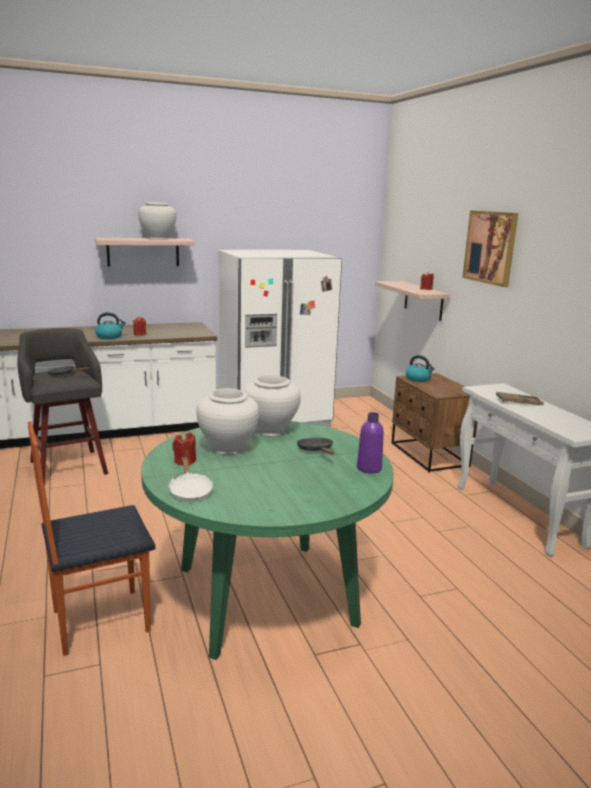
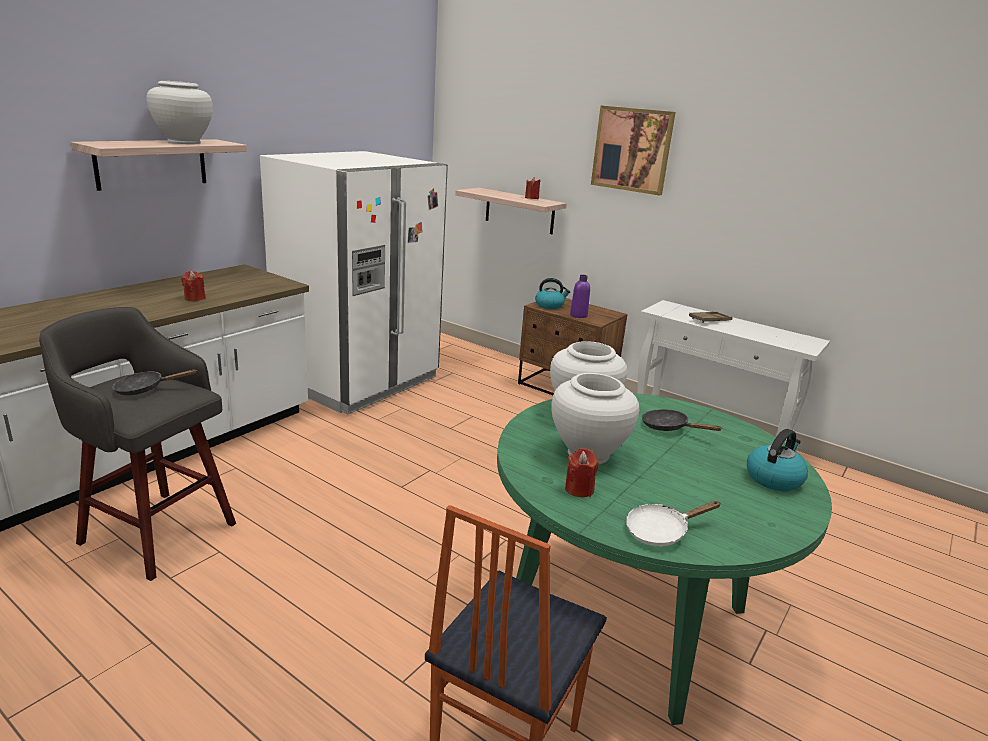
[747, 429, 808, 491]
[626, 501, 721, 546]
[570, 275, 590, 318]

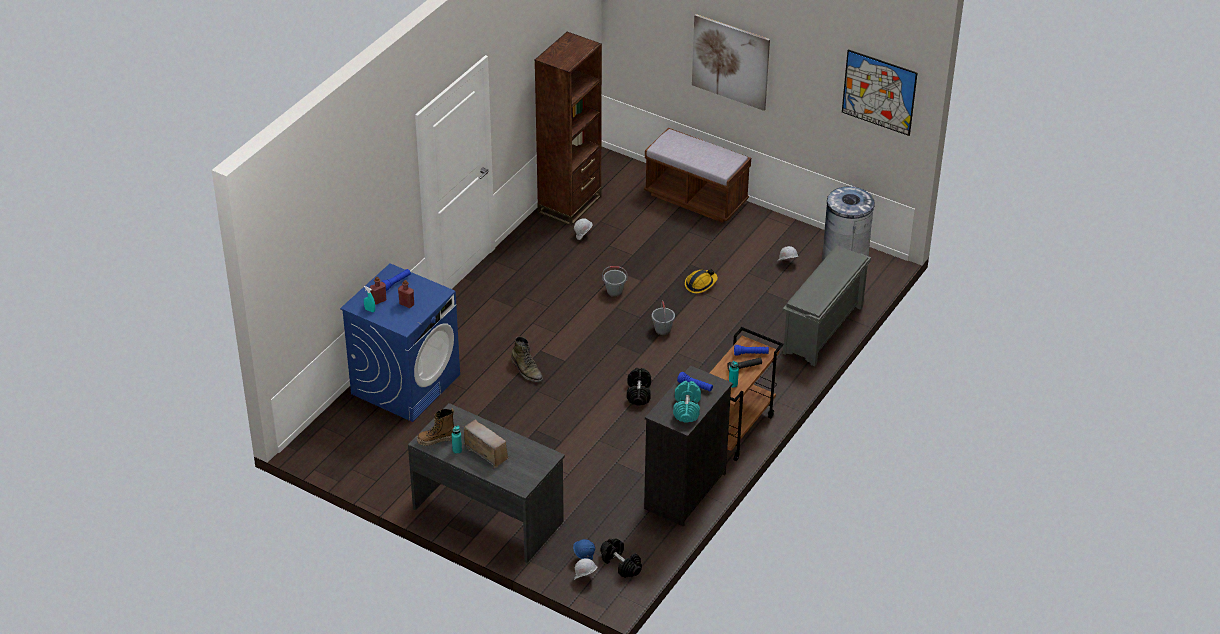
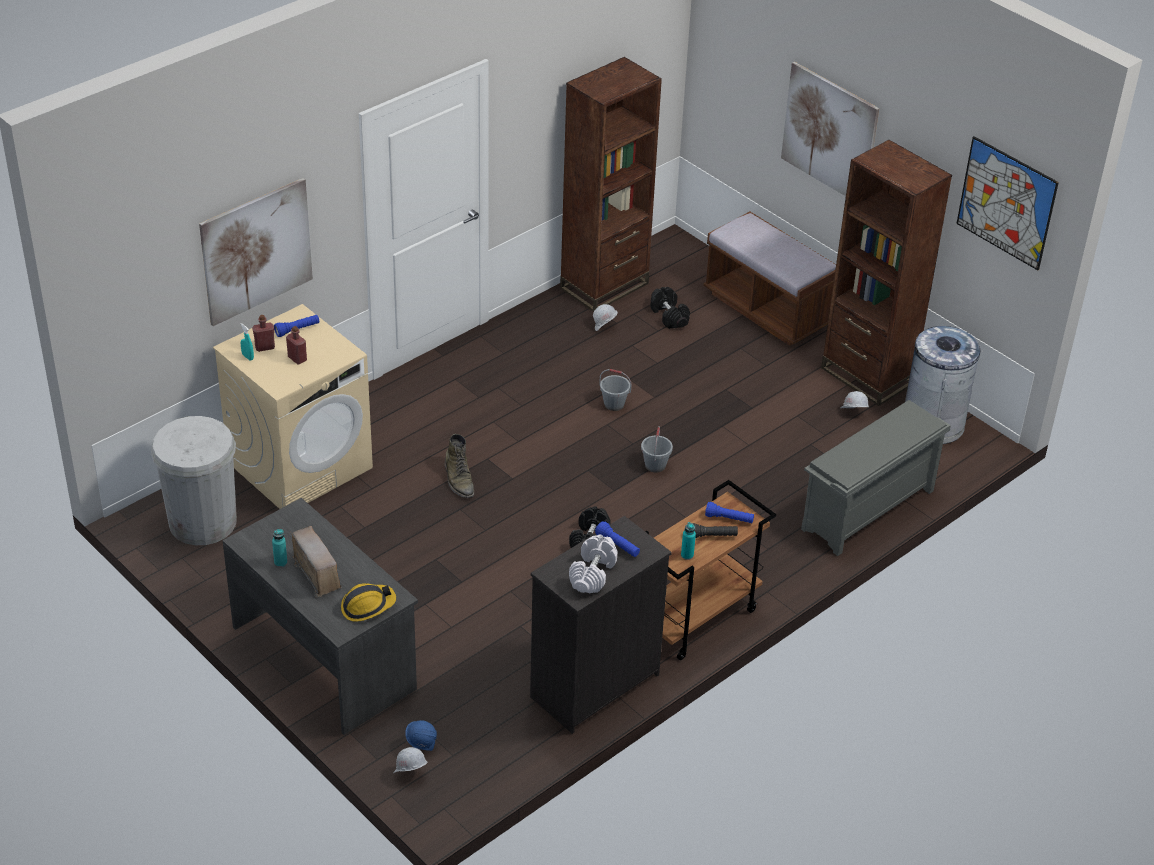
[213, 304, 373, 509]
[417, 409, 454, 446] (first image)
[650, 287, 690, 329]
[569, 534, 617, 593]
[341, 584, 396, 622]
[151, 416, 237, 545]
[199, 178, 313, 326]
[821, 140, 952, 406]

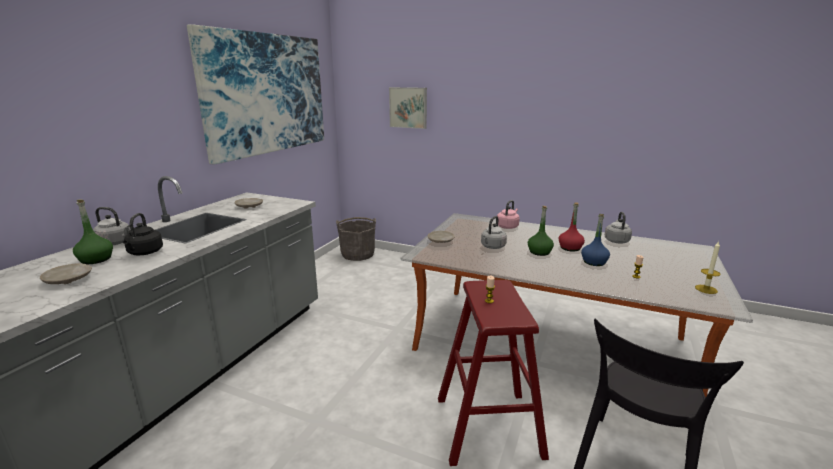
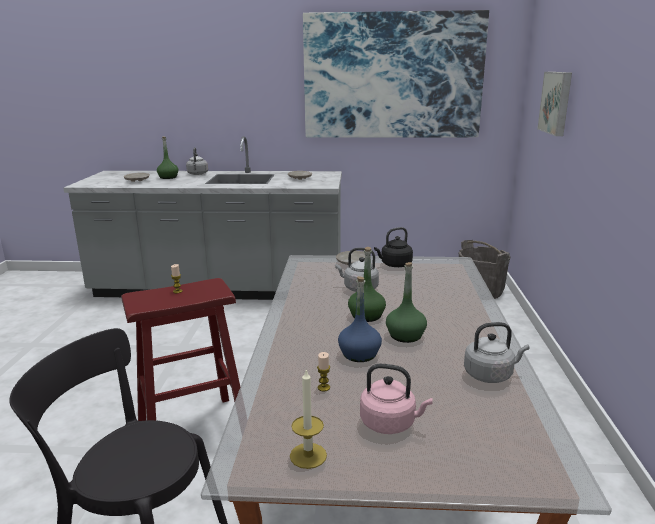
[374, 227, 413, 267]
[360, 364, 433, 434]
[386, 262, 427, 343]

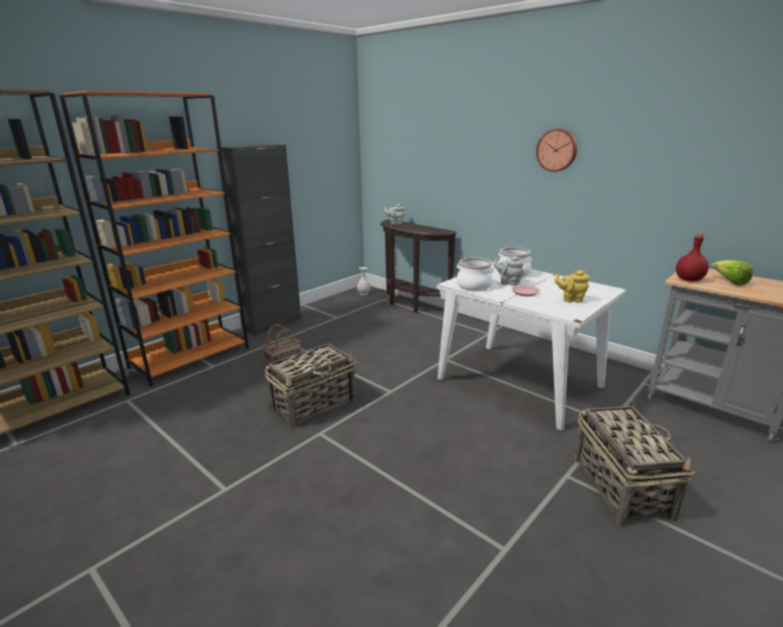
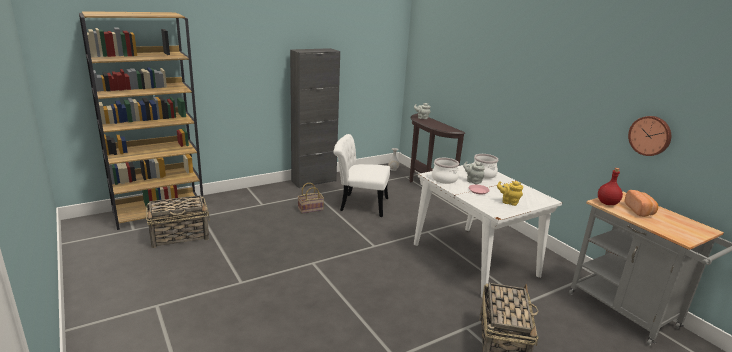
[59, 91, 249, 387] (first image)
[146, 195, 210, 248]
[628, 116, 671, 156]
[625, 190, 658, 217]
[333, 134, 390, 217]

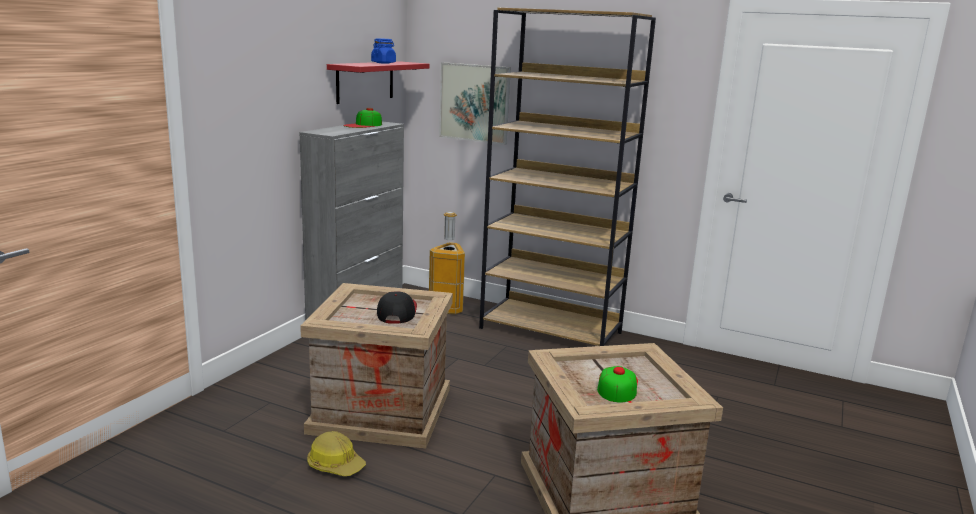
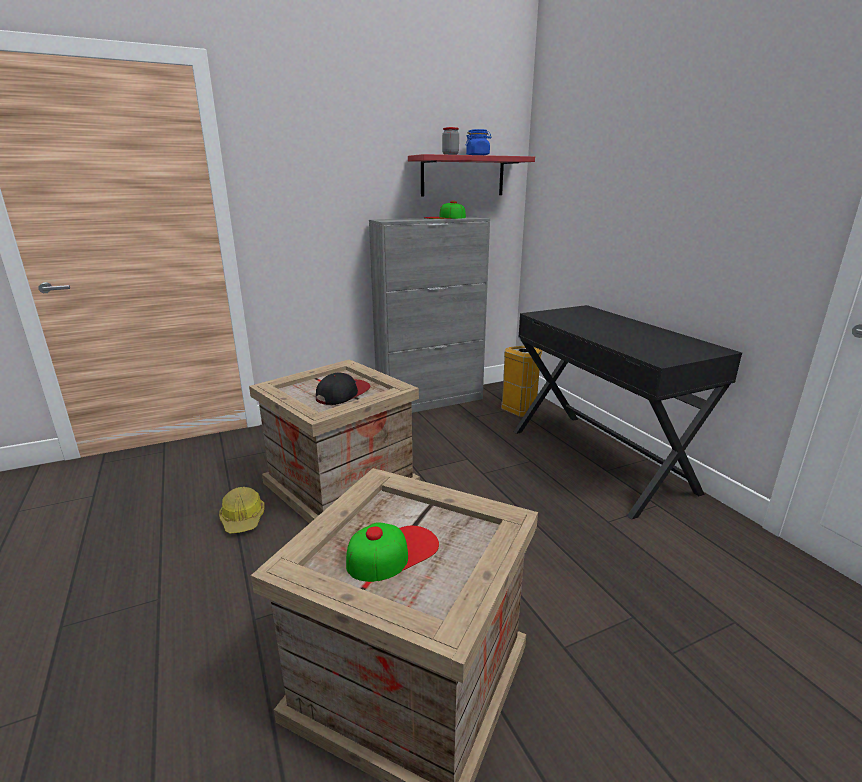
[439, 62, 511, 145] (first image)
[514, 305, 742, 520]
[442, 127, 459, 155]

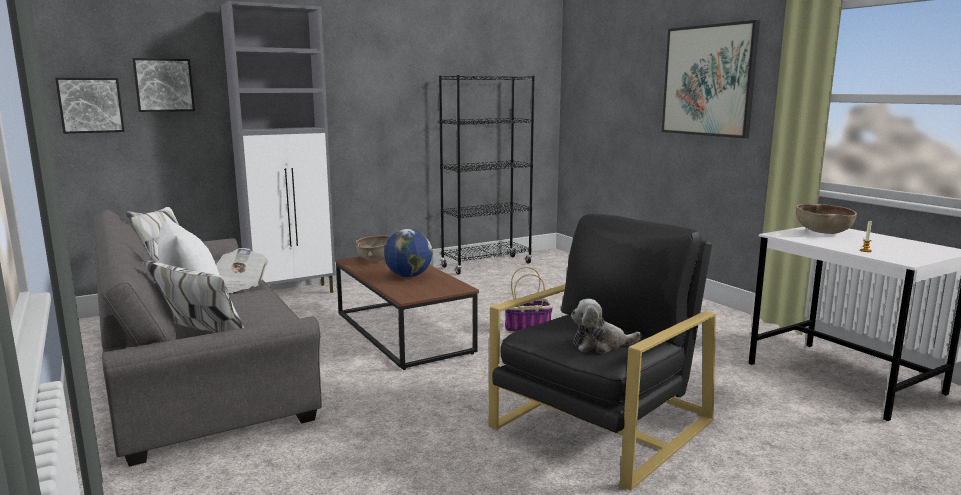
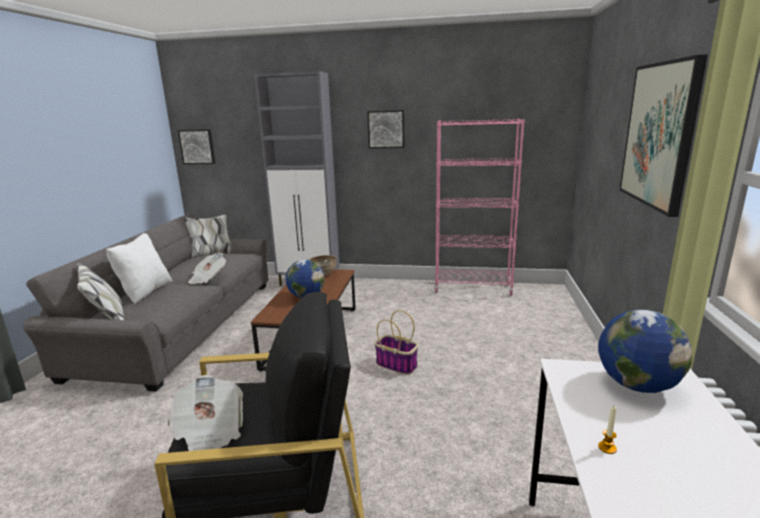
[367, 110, 404, 148]
[434, 118, 525, 296]
[167, 375, 243, 451]
[598, 309, 693, 393]

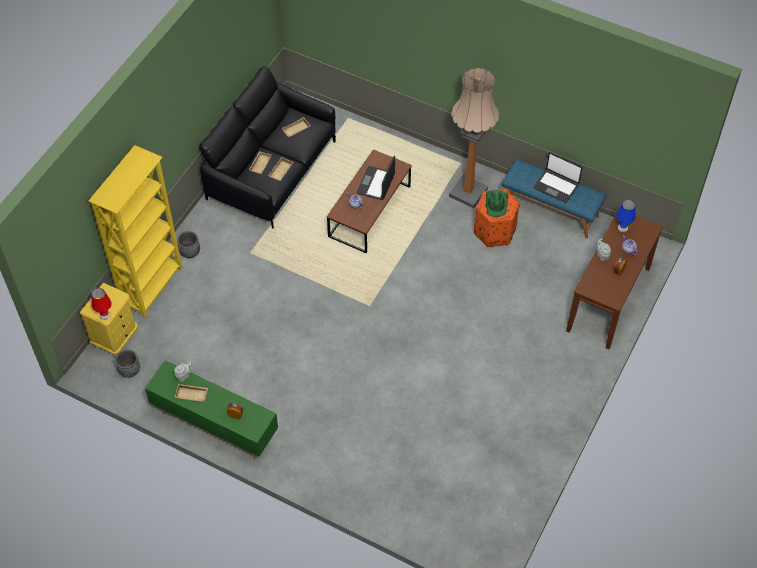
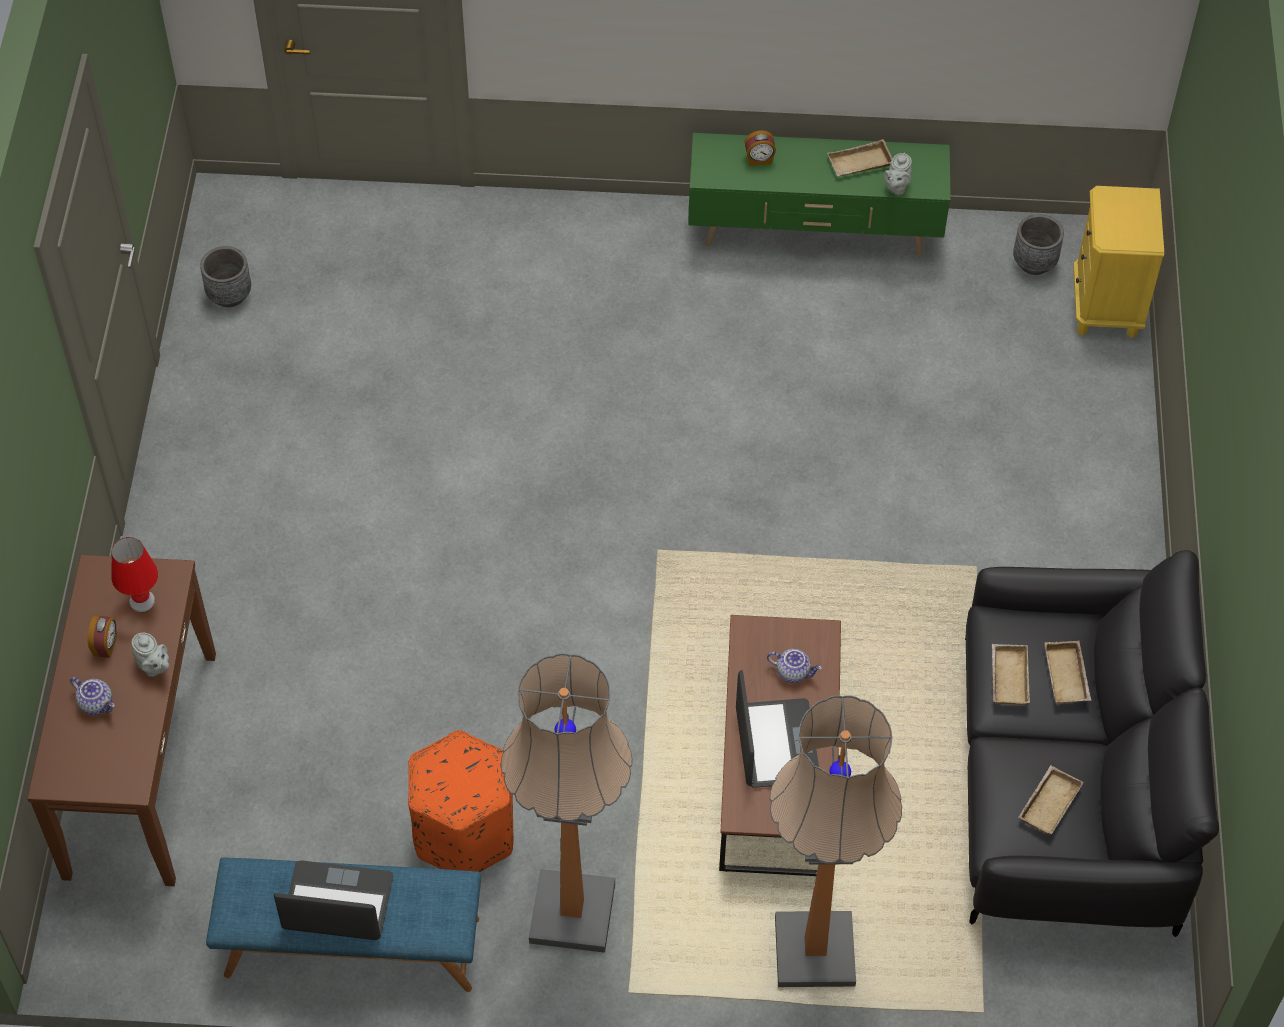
[88, 145, 183, 318] (first image)
[112, 537, 158, 612]
[200, 246, 251, 307]
[486, 190, 508, 217] (first image)
[616, 200, 635, 232] (first image)
[769, 695, 902, 987]

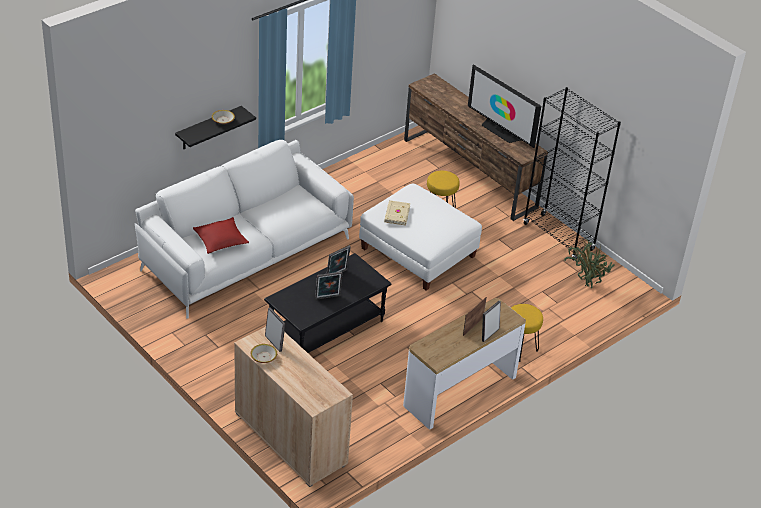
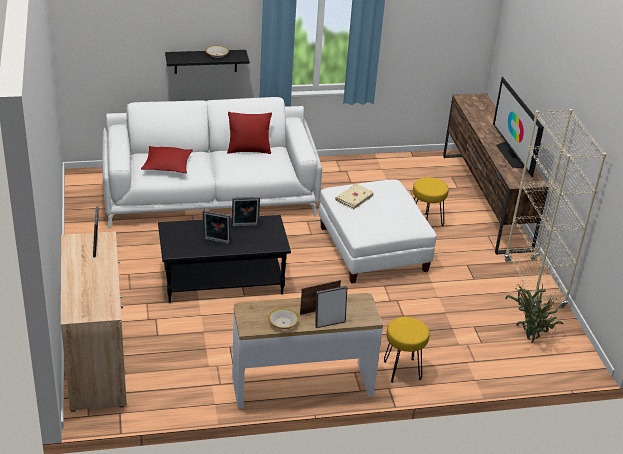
[268, 308, 299, 329]
[504, 109, 606, 310]
[227, 112, 272, 154]

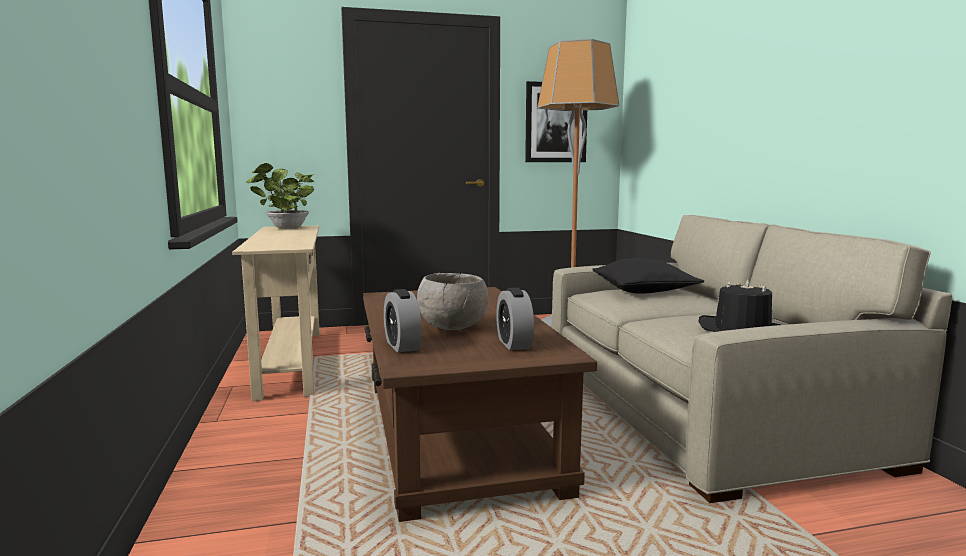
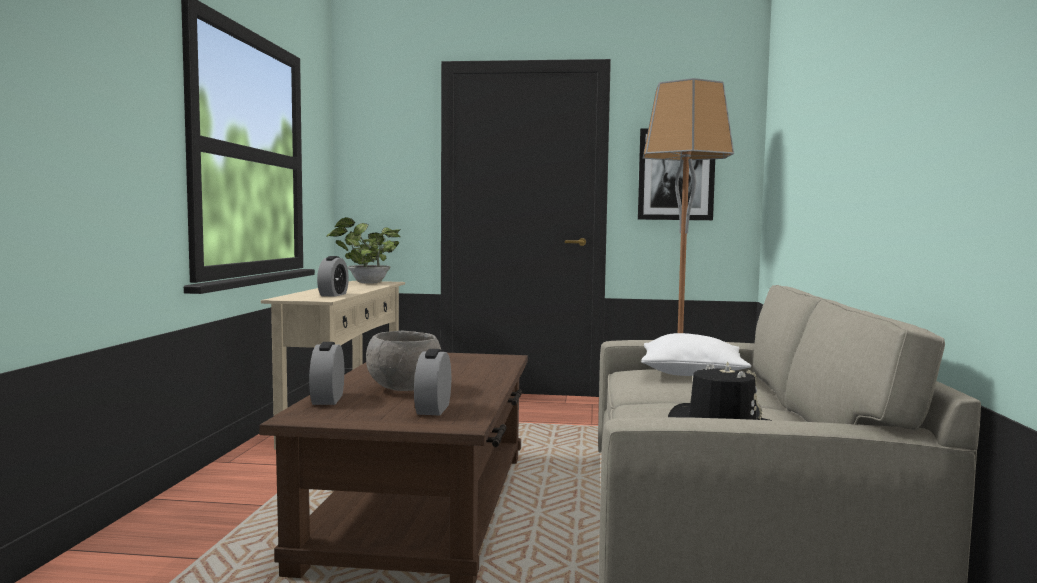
[641, 333, 752, 376]
[317, 256, 349, 297]

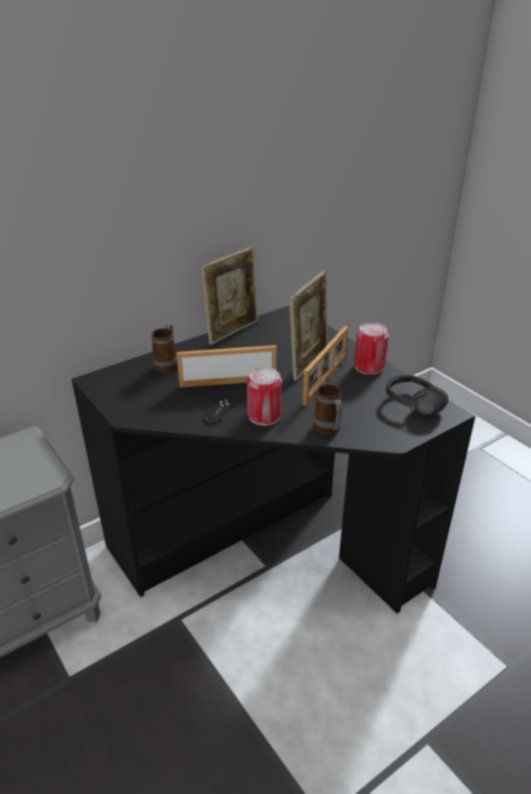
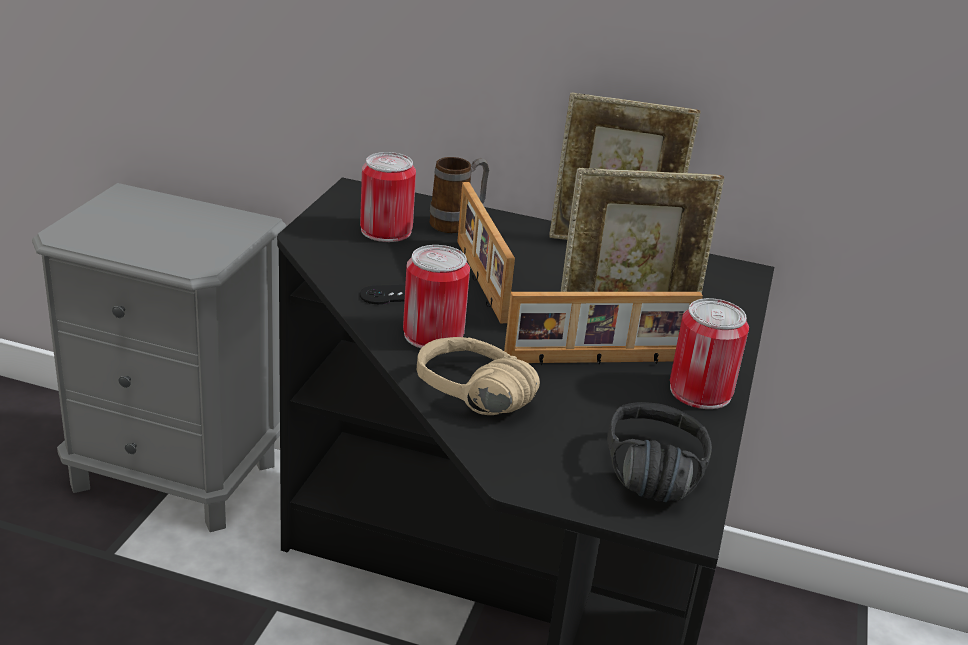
[457, 182, 515, 324]
[417, 337, 540, 415]
[360, 152, 416, 242]

